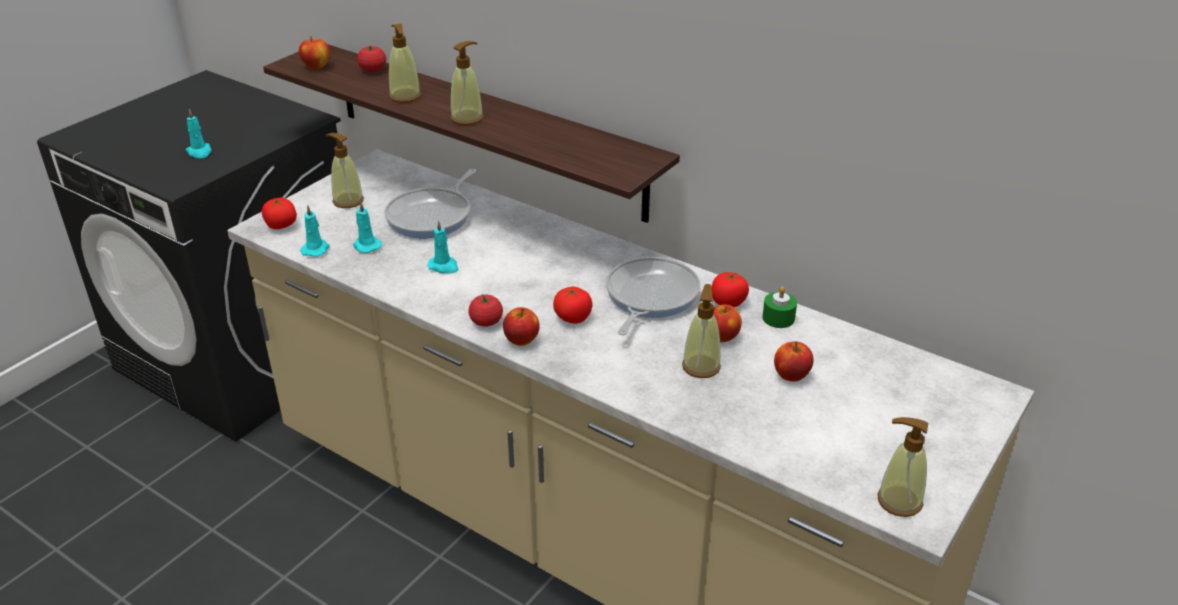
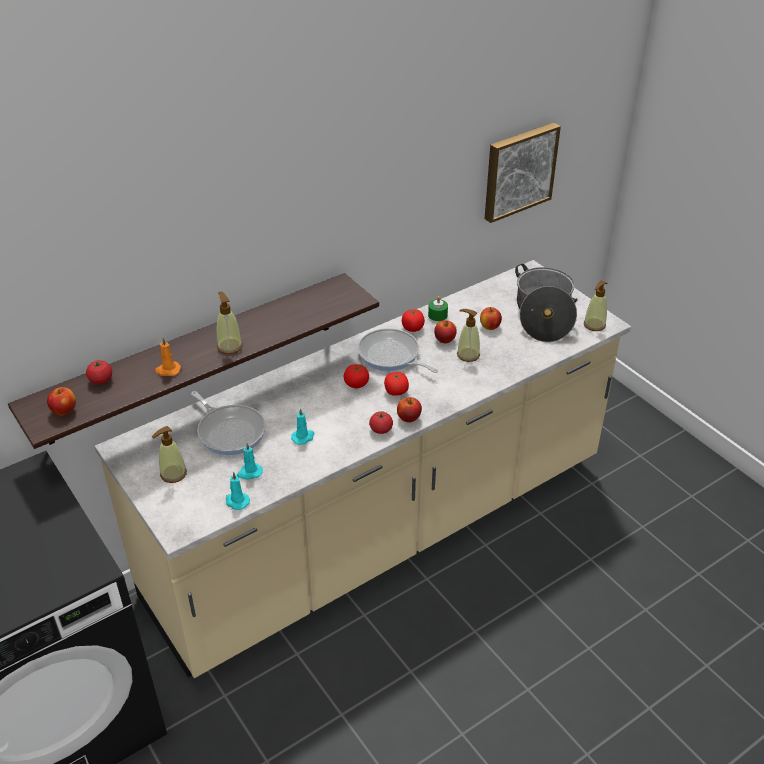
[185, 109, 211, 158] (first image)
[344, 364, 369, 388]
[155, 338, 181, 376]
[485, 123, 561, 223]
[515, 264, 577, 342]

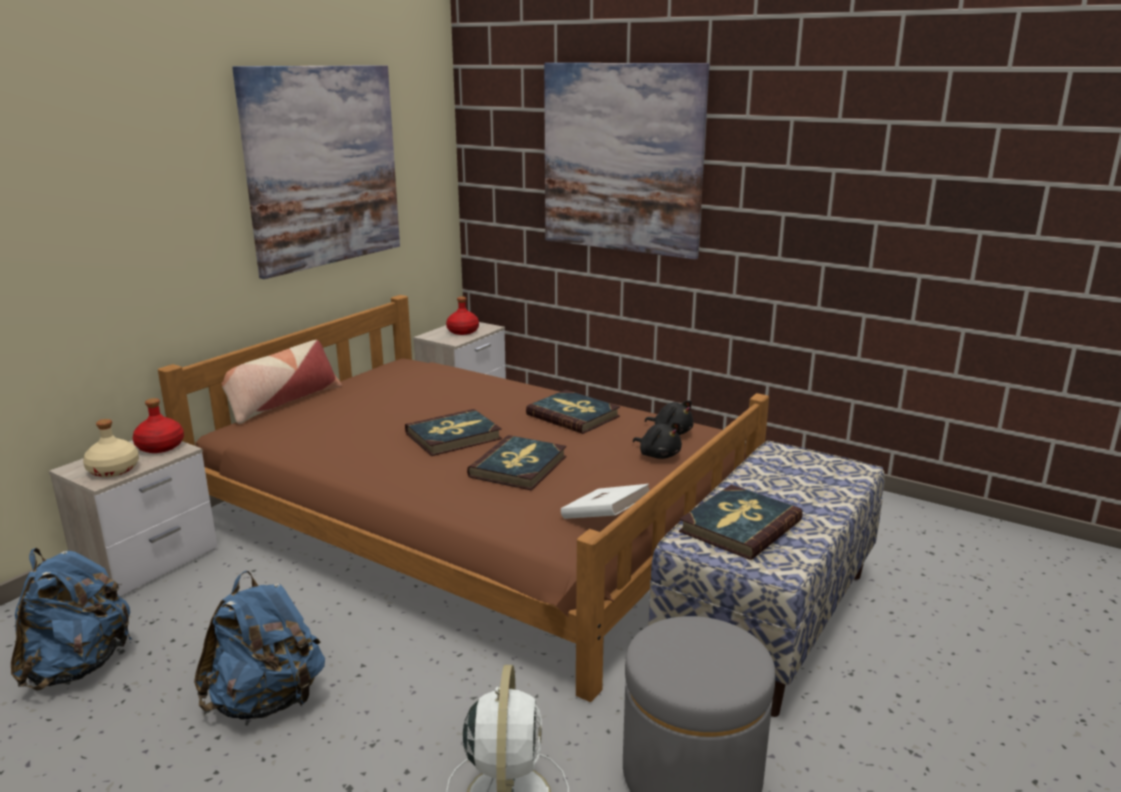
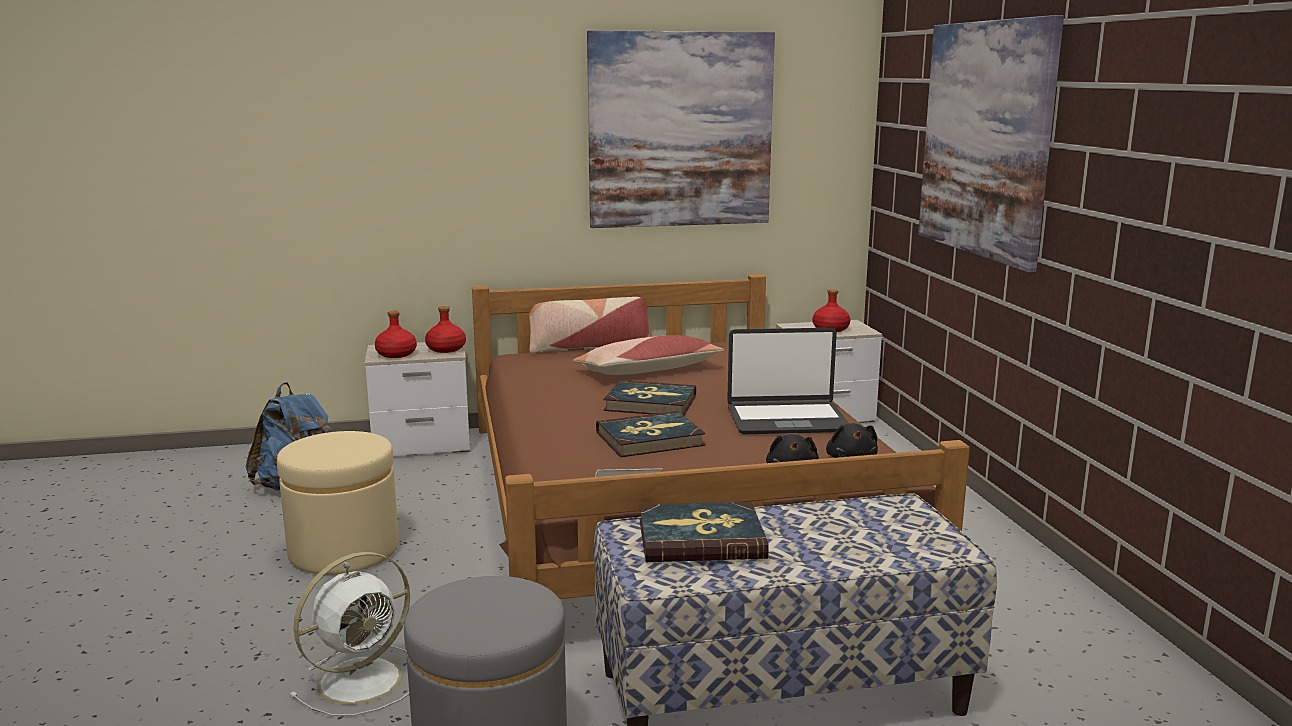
[375, 311, 417, 358]
[277, 431, 399, 575]
[727, 328, 849, 434]
[573, 335, 724, 375]

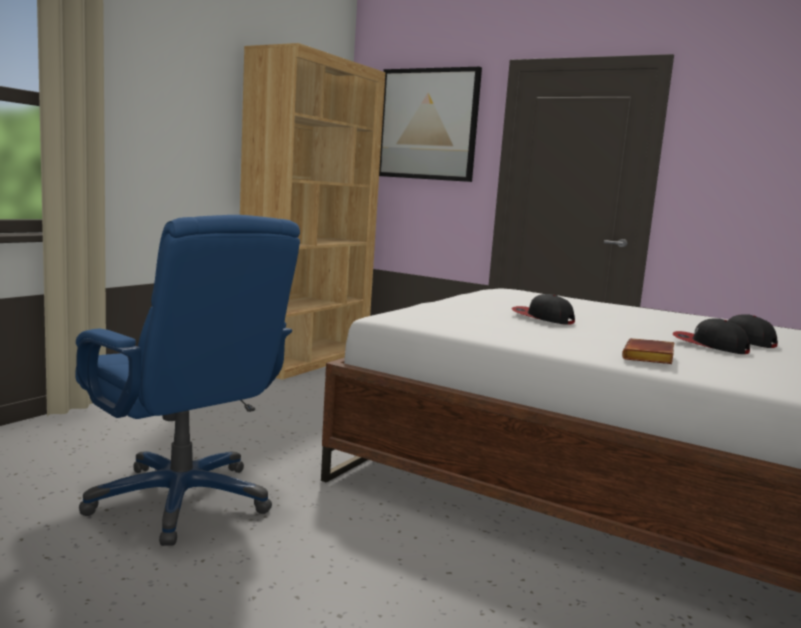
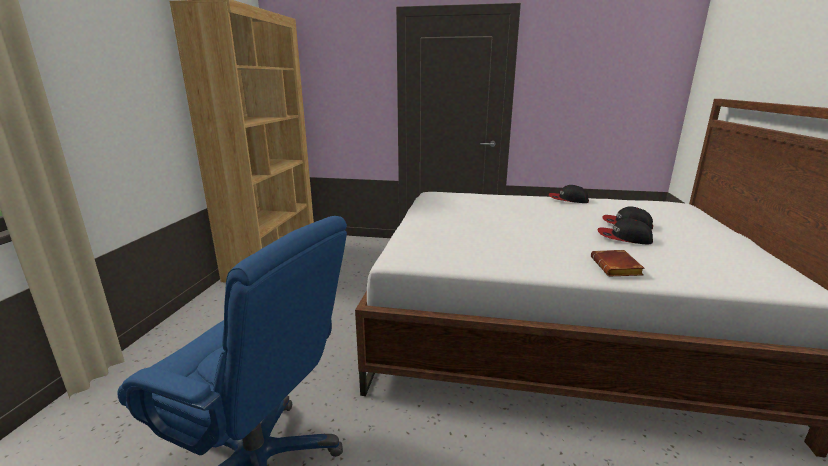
[379, 67, 482, 182] (first image)
[549, 185, 589, 203]

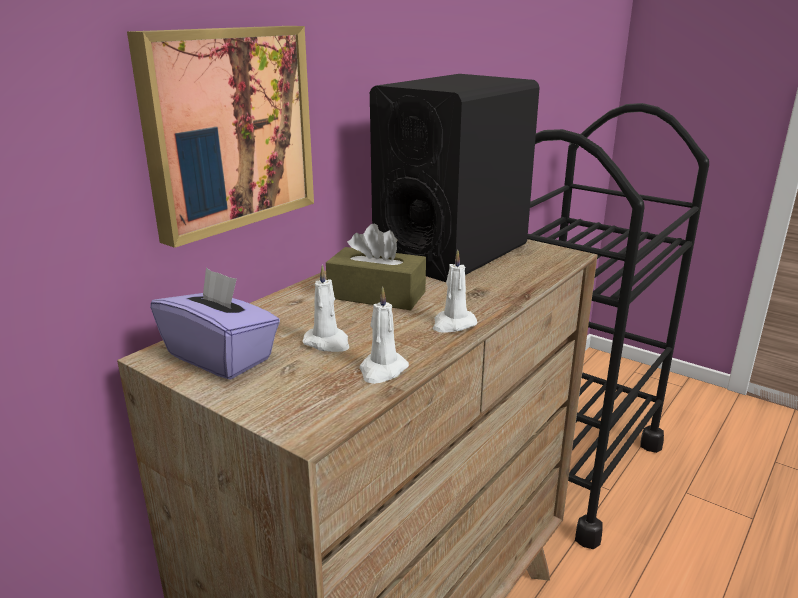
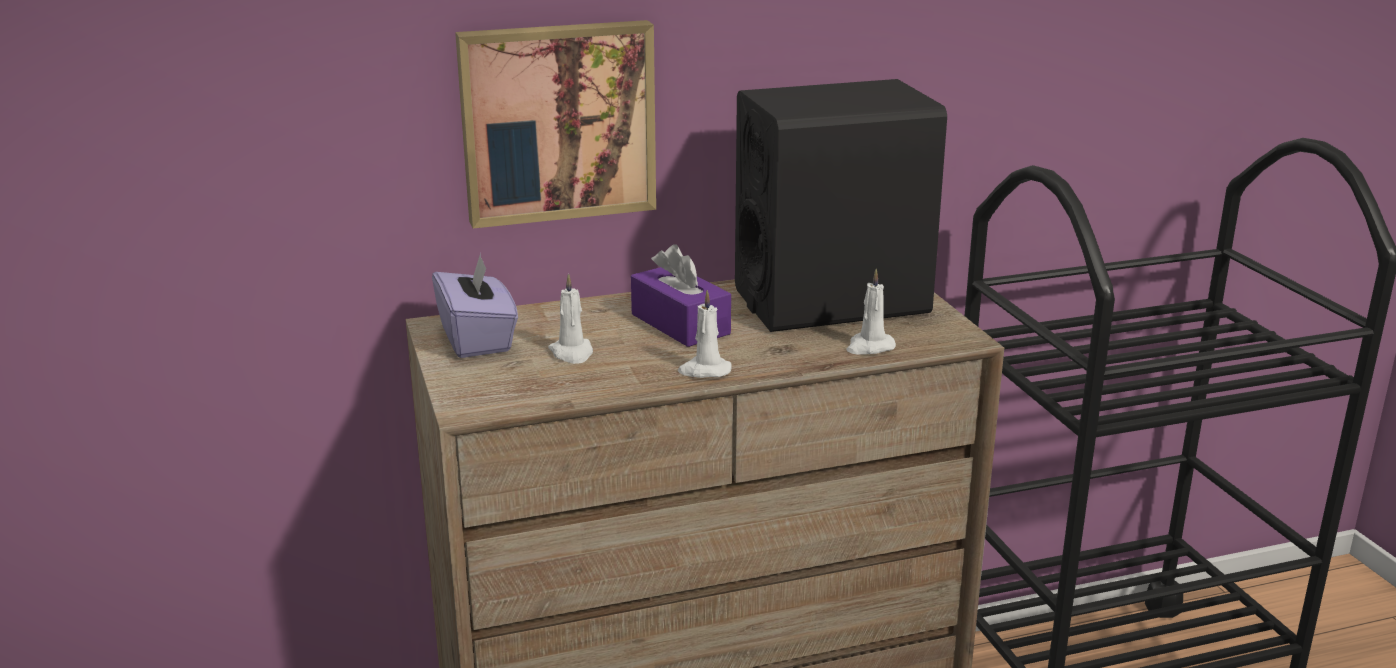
[631, 244, 731, 347]
[846, 269, 896, 355]

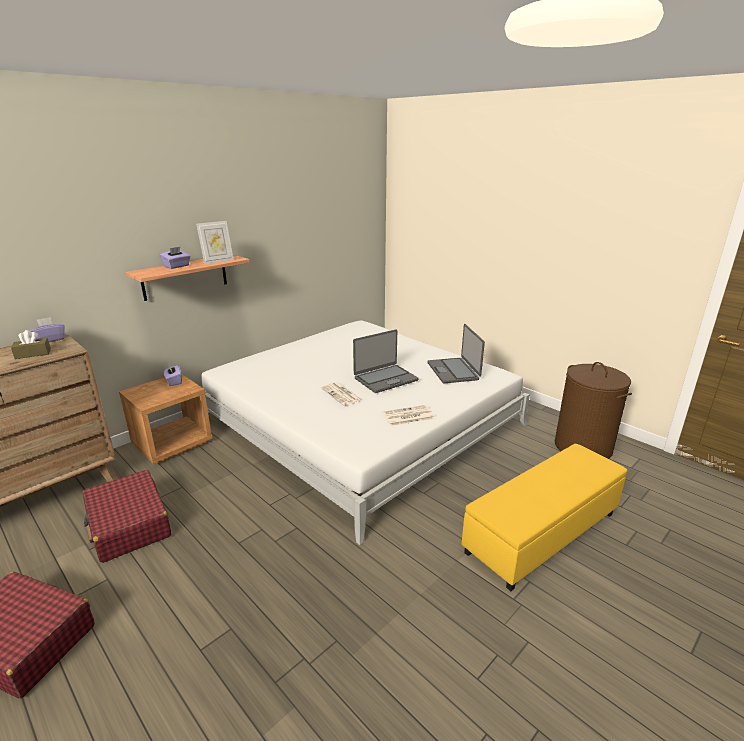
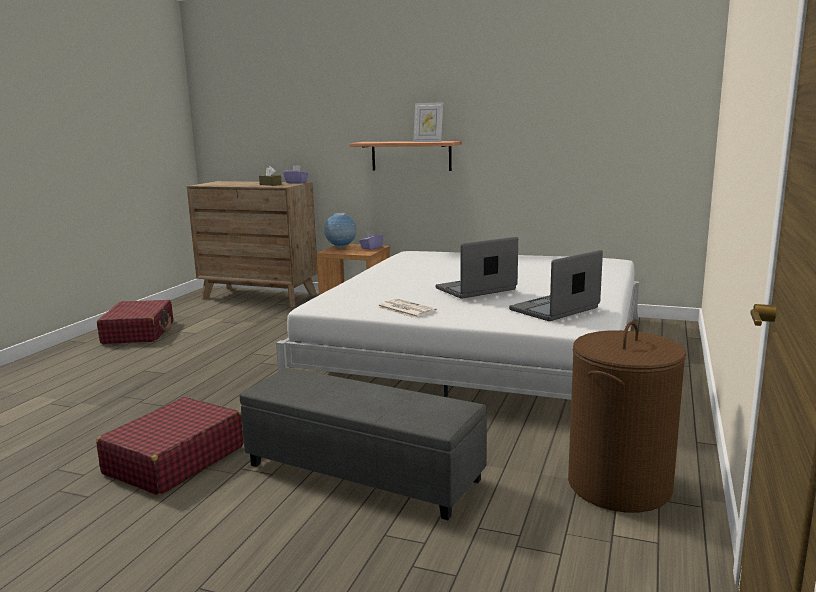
[96, 397, 243, 495]
[160, 247, 190, 269] (first image)
[321, 382, 362, 405] (first image)
[435, 237, 518, 299]
[240, 368, 487, 520]
[324, 213, 357, 248]

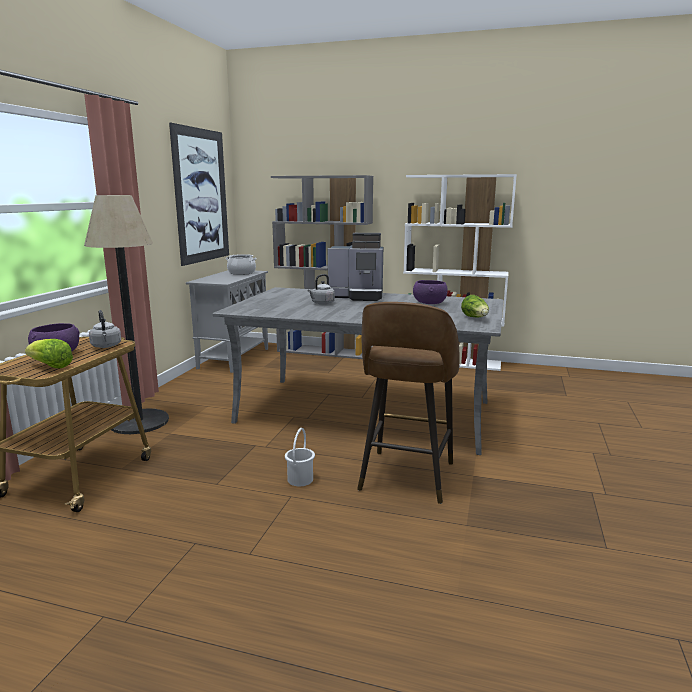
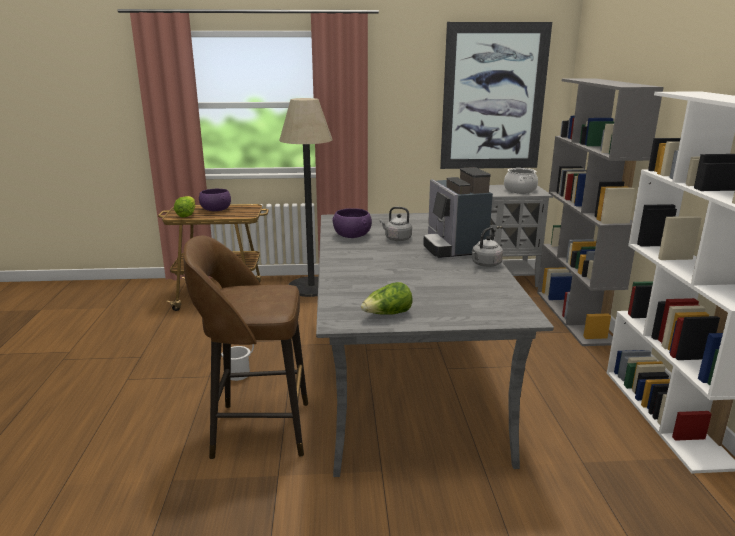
[472, 227, 503, 267]
[332, 208, 372, 238]

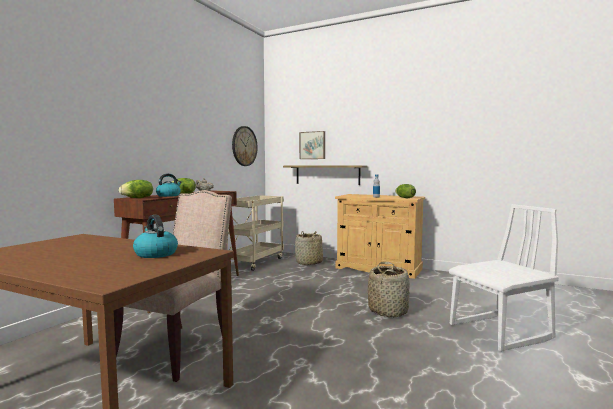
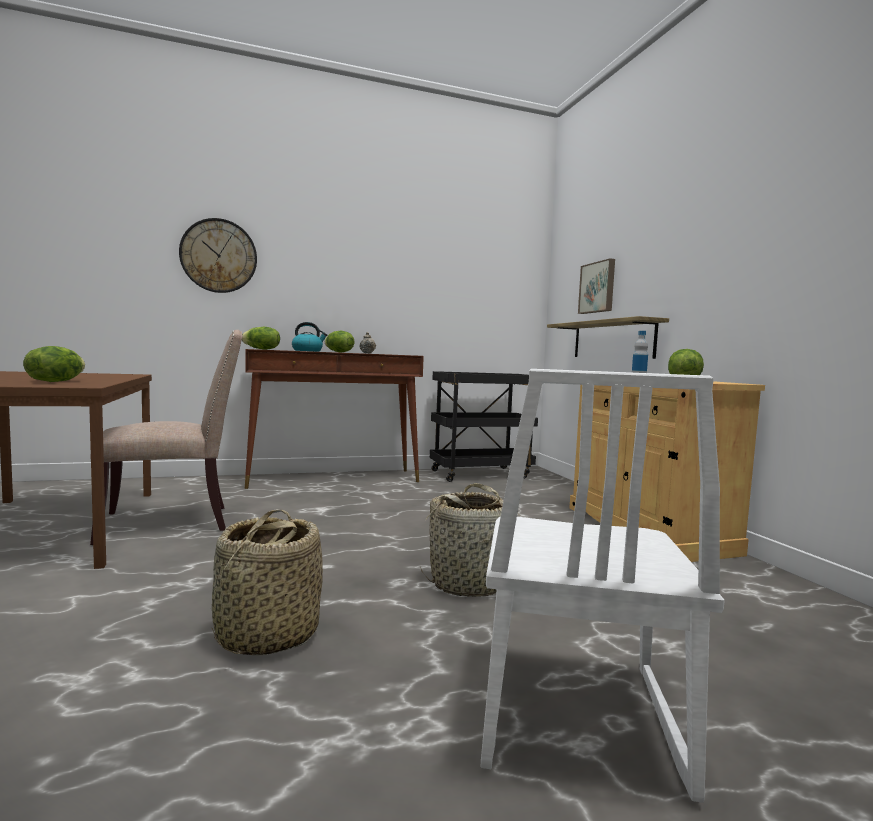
[23, 346, 85, 382]
[430, 371, 538, 482]
[179, 218, 257, 293]
[211, 510, 323, 655]
[481, 369, 725, 803]

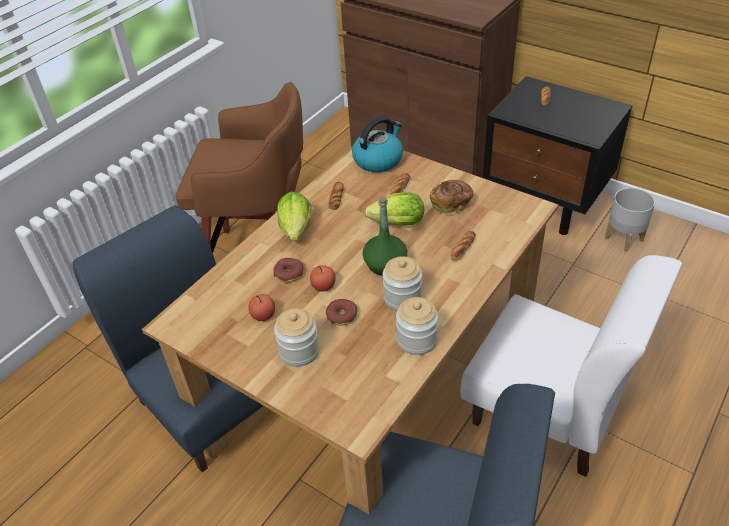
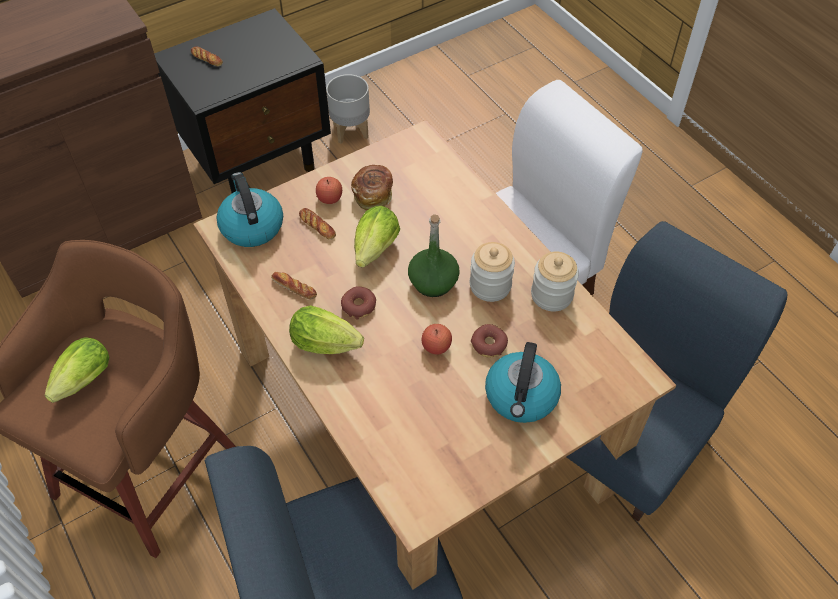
[316, 177, 342, 204]
[341, 286, 376, 320]
[485, 342, 561, 423]
[450, 231, 476, 260] (first image)
[44, 337, 109, 403]

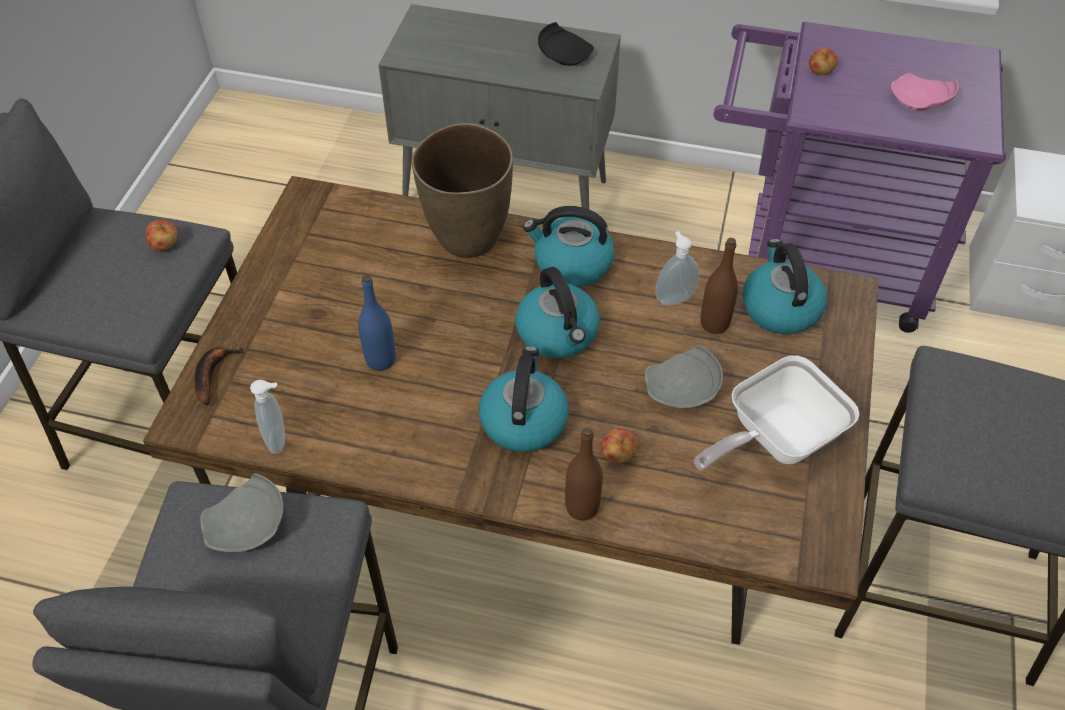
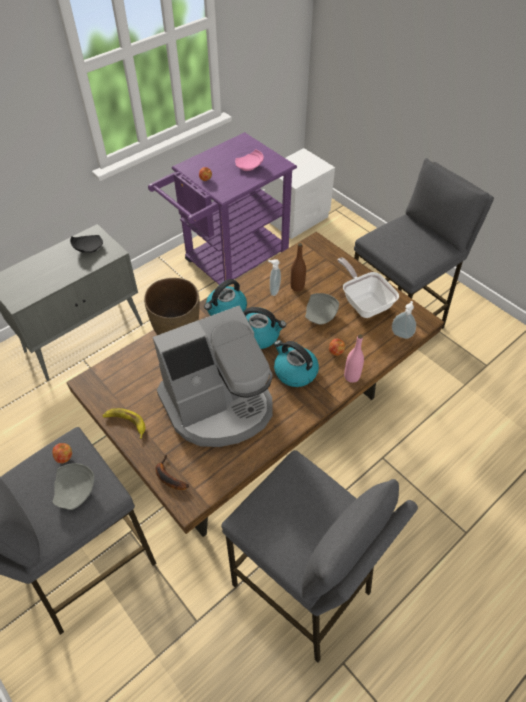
[53, 463, 94, 510]
[392, 301, 416, 339]
[153, 306, 273, 447]
[344, 335, 364, 383]
[338, 258, 399, 318]
[743, 239, 827, 334] (first image)
[102, 408, 145, 439]

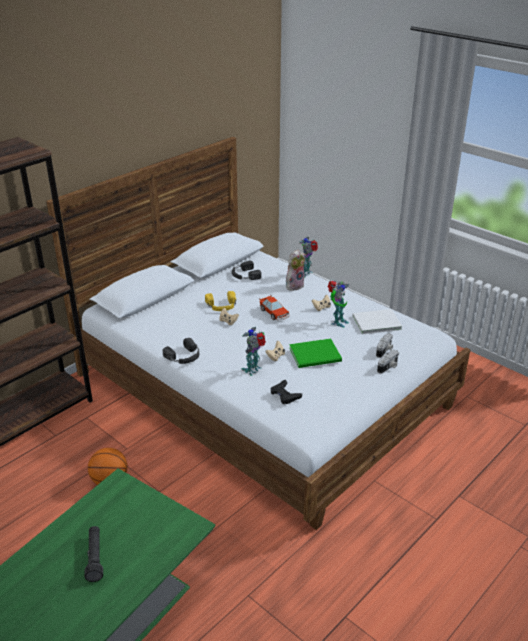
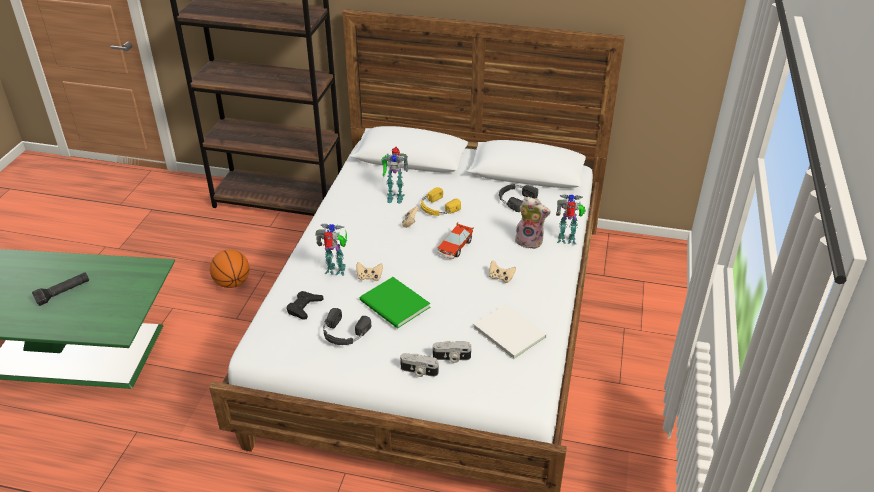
[323, 308, 371, 345]
[382, 147, 408, 204]

